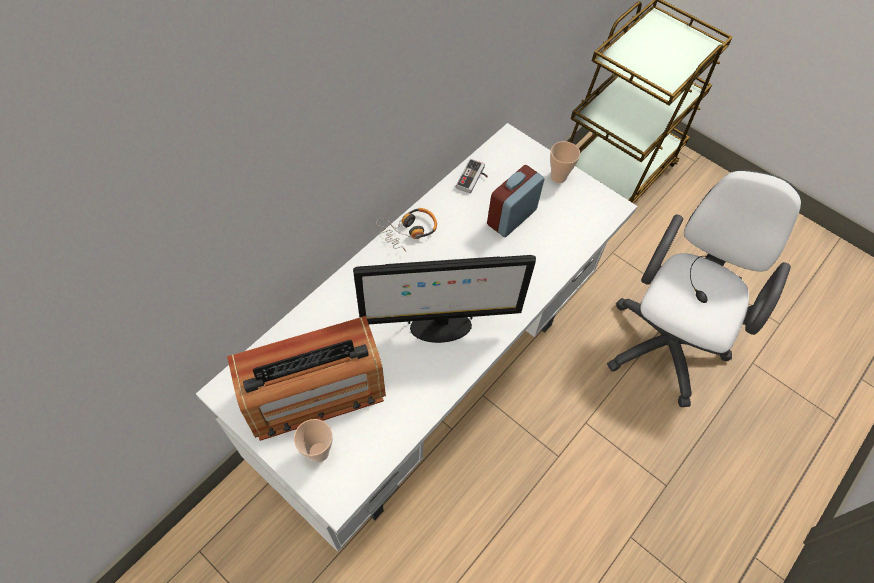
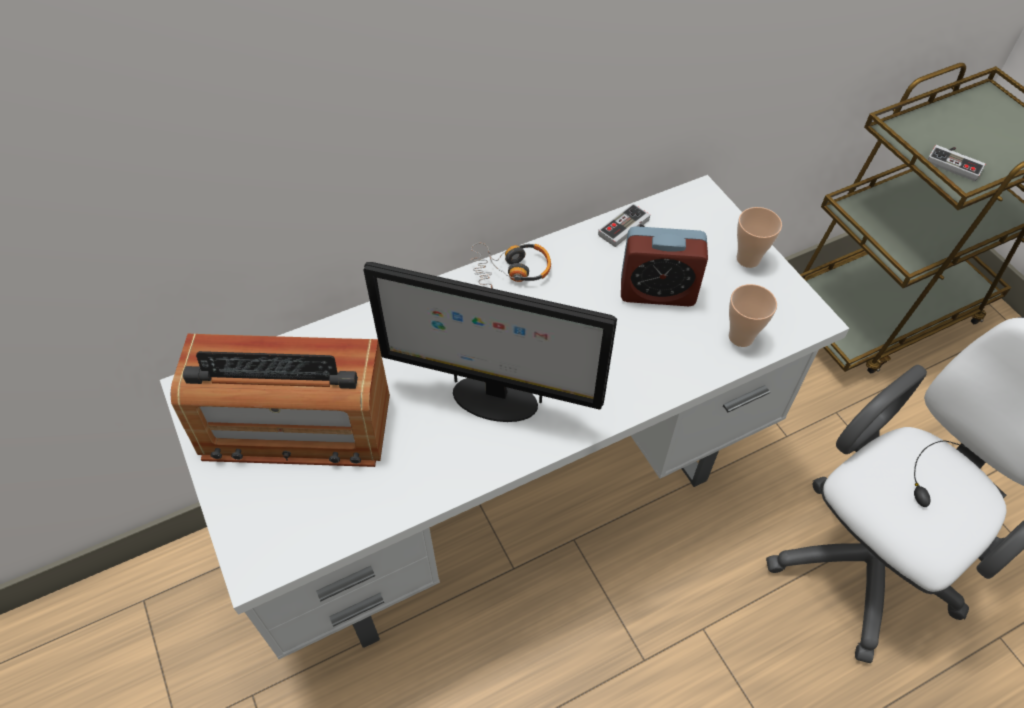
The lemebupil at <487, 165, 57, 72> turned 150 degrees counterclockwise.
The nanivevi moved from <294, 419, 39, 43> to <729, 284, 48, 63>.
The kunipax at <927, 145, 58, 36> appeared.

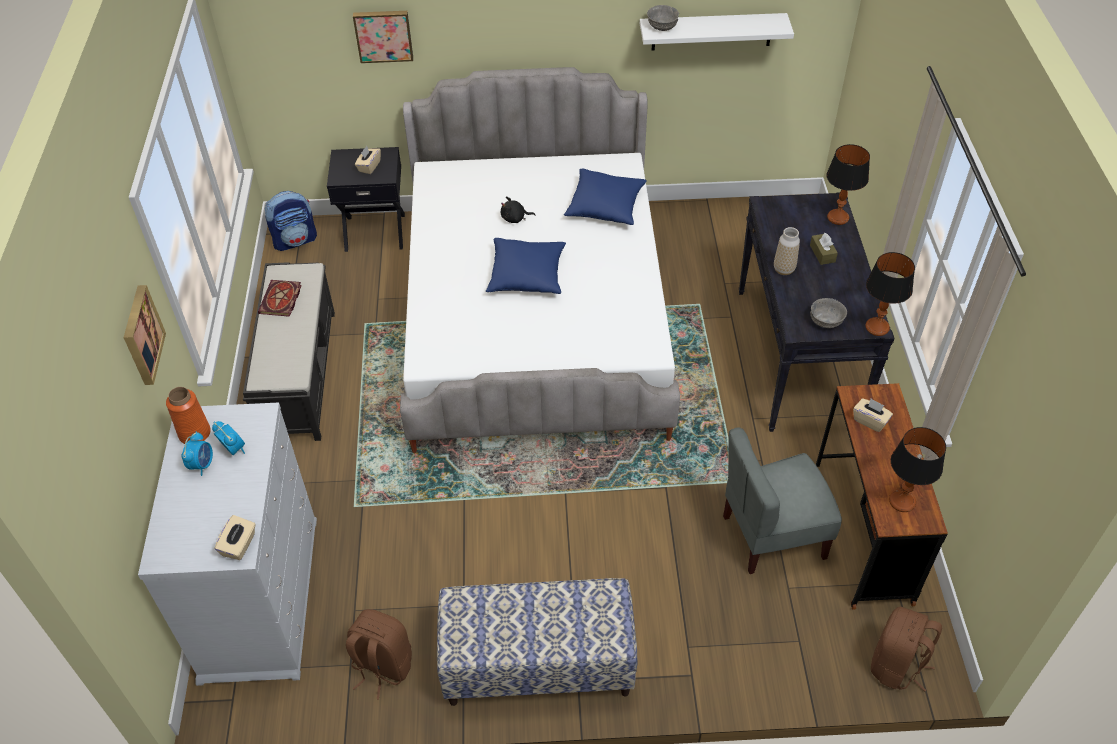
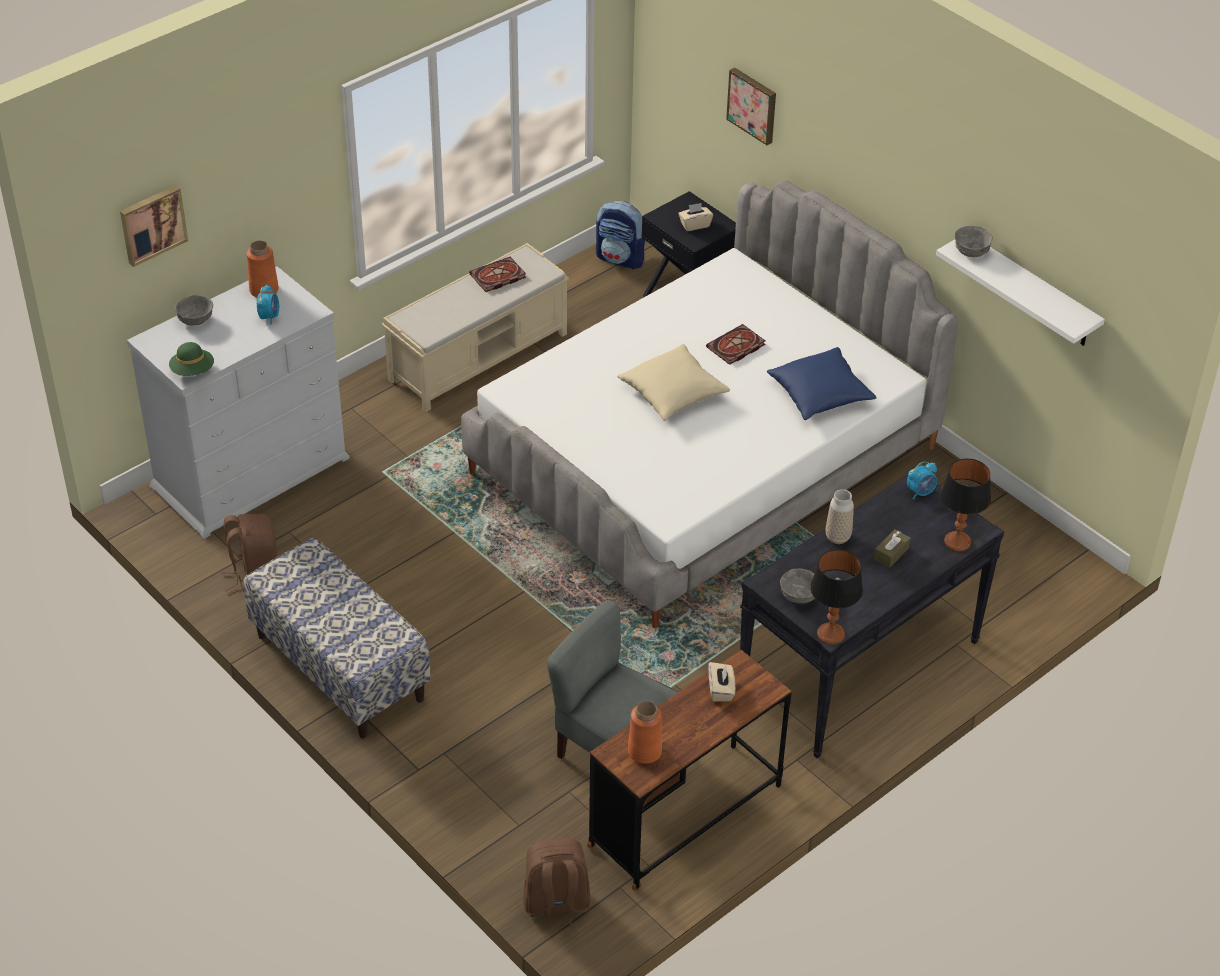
The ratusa moved from <123, 285, 43, 100> to <120, 185, 68, 82>.
The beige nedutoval at <215, 515, 41, 45> was replaced by the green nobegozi at <169, 342, 45, 34>.
The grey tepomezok at <175, 295, 38, 31> appeared.
The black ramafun at <243, 262, 92, 179> became the beige ramafun at <382, 243, 187, 169>.
The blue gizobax at <486, 238, 80, 56> became the beige gizobax at <617, 344, 113, 77>.
The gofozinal at <889, 427, 57, 85> was replaced by the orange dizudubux at <628, 701, 34, 63>.
The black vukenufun at <501, 196, 35, 27> was replaced by the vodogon at <706, 324, 59, 41>.
The lemebupil moved from <181, 431, 32, 45> to <907, 462, 30, 37>.

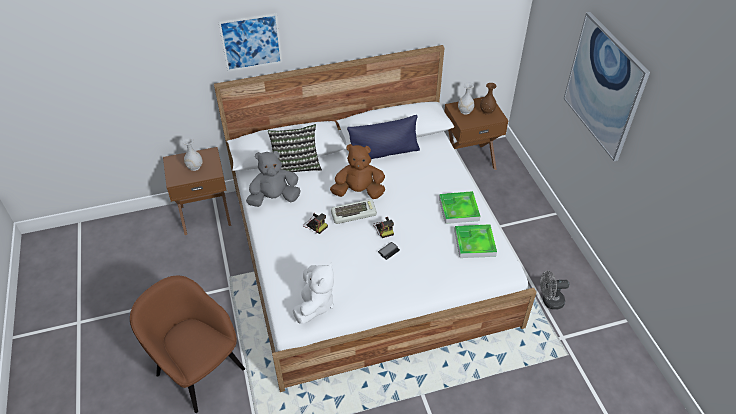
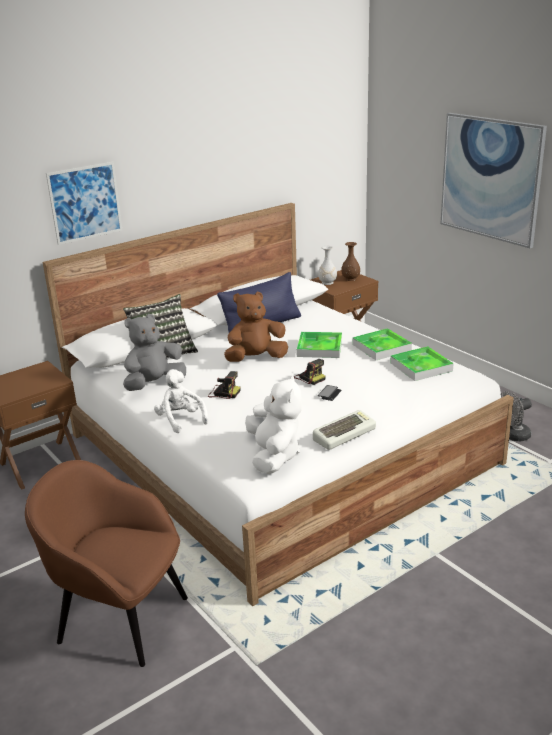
The white vukenufun at <154, 369, 54, 64> appeared.
The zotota at <296, 332, 46, 26> appeared.
The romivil moved from <331, 199, 46, 25> to <313, 410, 63, 40>.
The white dizudubux at <182, 137, 21, 34> disappeared.

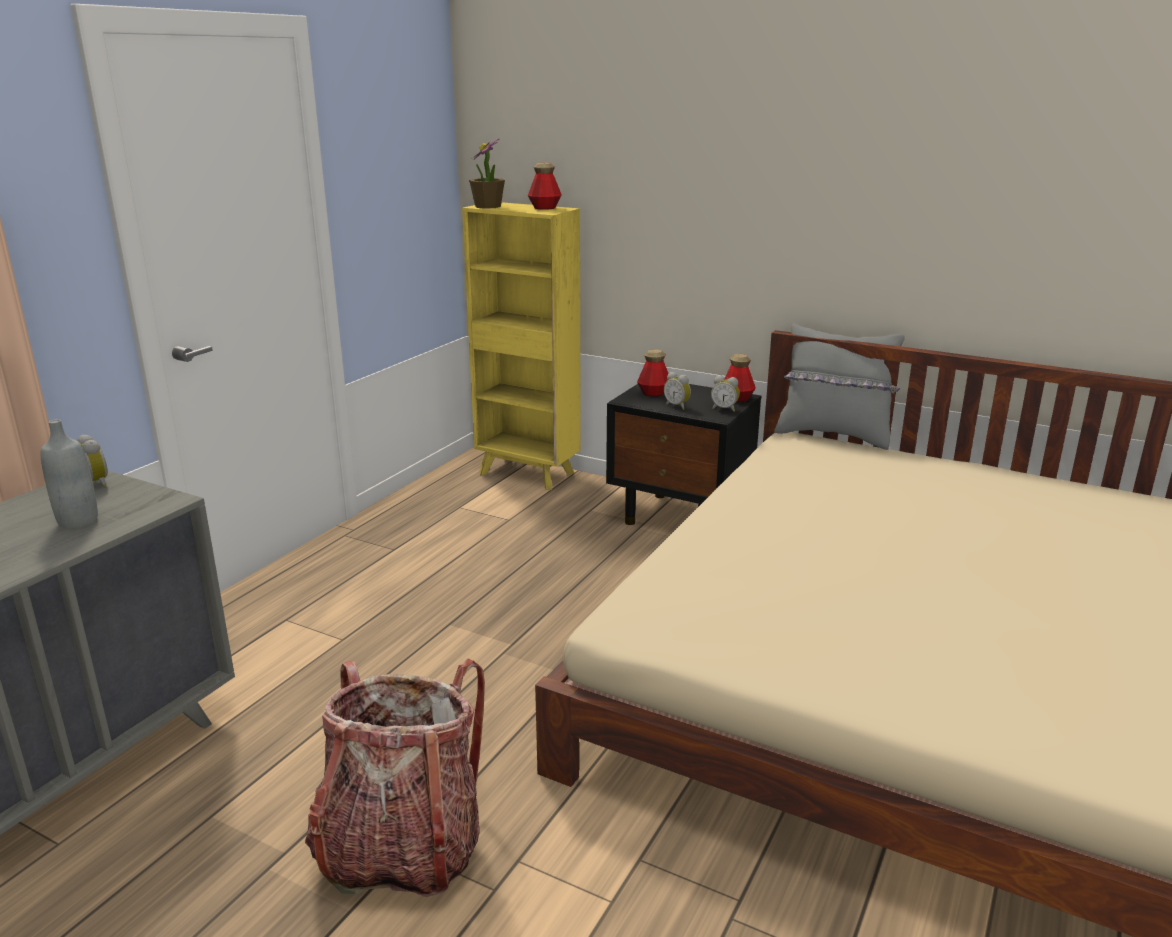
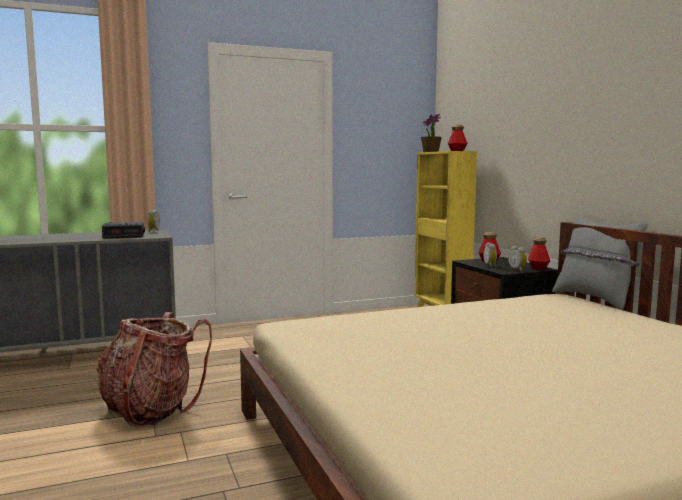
The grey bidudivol at <41, 419, 57, 110> was replaced by the lemebupil at <102, 222, 43, 17>.

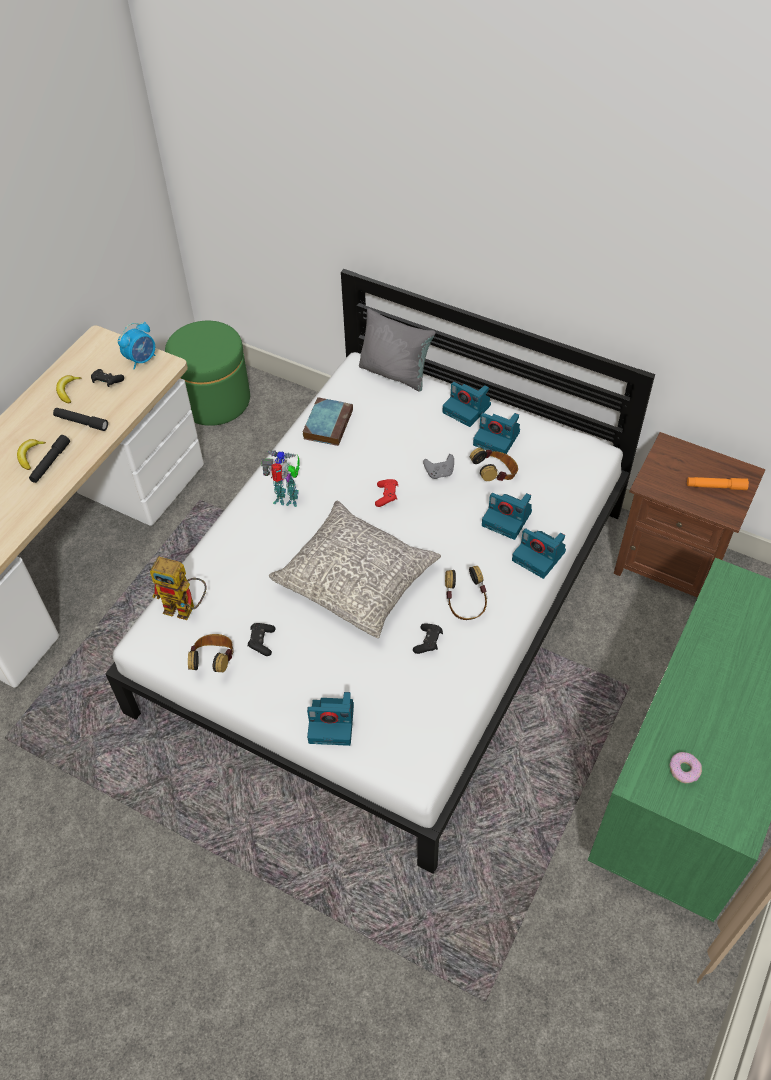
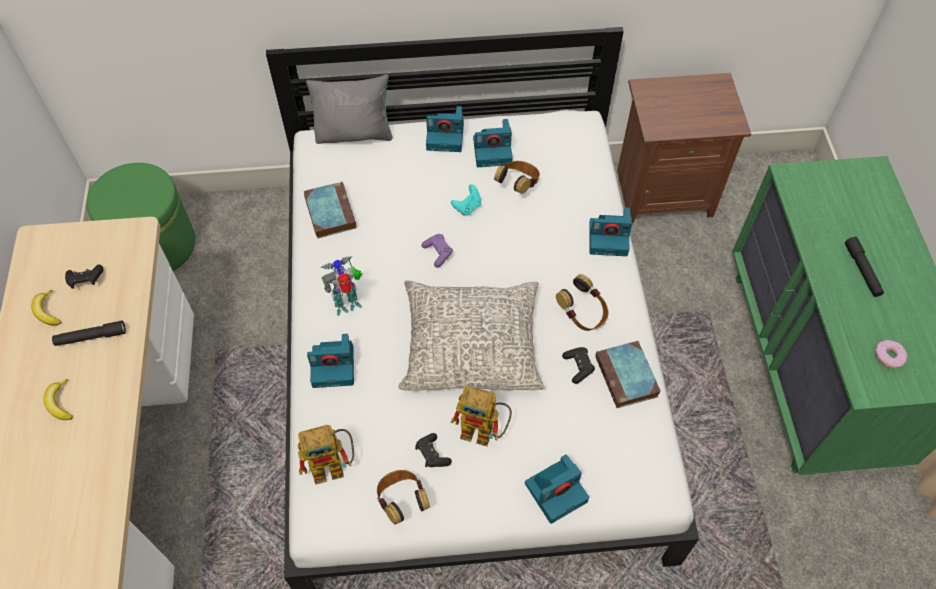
The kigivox moved from <482, 493, 50, 47> to <307, 334, 47, 54>.
The red kunipax at <375, 479, 23, 28> became the purple kunipax at <422, 234, 31, 33>.
The grey kunipax at <423, 454, 31, 25> became the turquoise kunipax at <451, 184, 30, 32>.
The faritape at <451, 386, 61, 60> appeared.
The vodogon at <595, 341, 66, 67> appeared.
The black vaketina moved from <29, 435, 41, 48> to <845, 237, 39, 60>.
The lemebupil at <118, 322, 38, 48> disappeared.
The orange vaketina at <687, 477, 62, 13> disappeared.

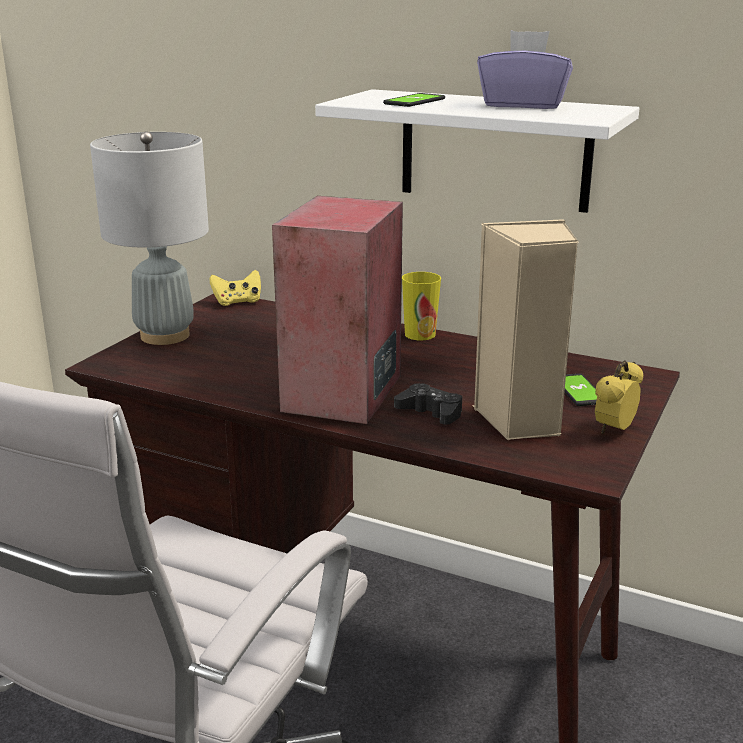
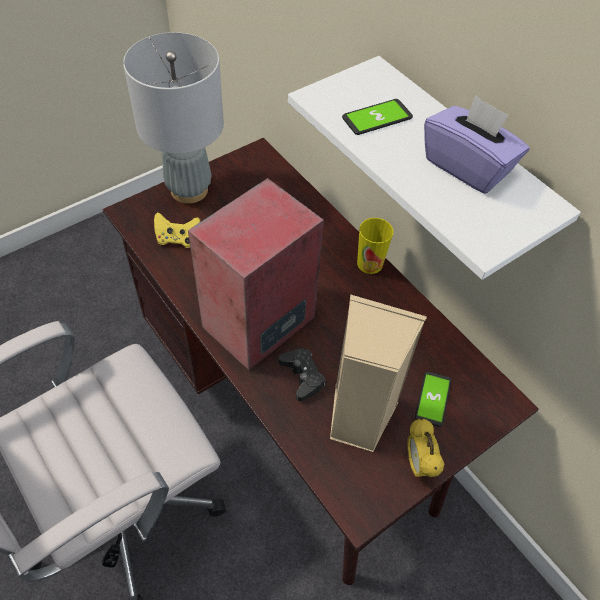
The yellow kunipax moved from <210, 270, 51, 36> to <154, 212, 46, 36>.
The lemebupil at <595, 361, 48, 73> turned 75 degrees counterclockwise.

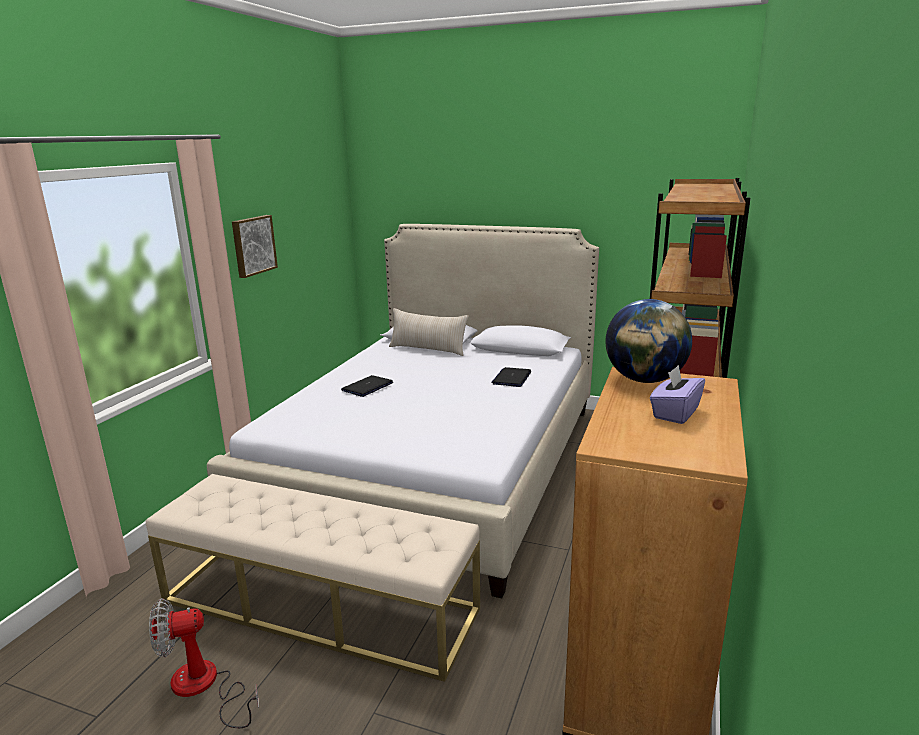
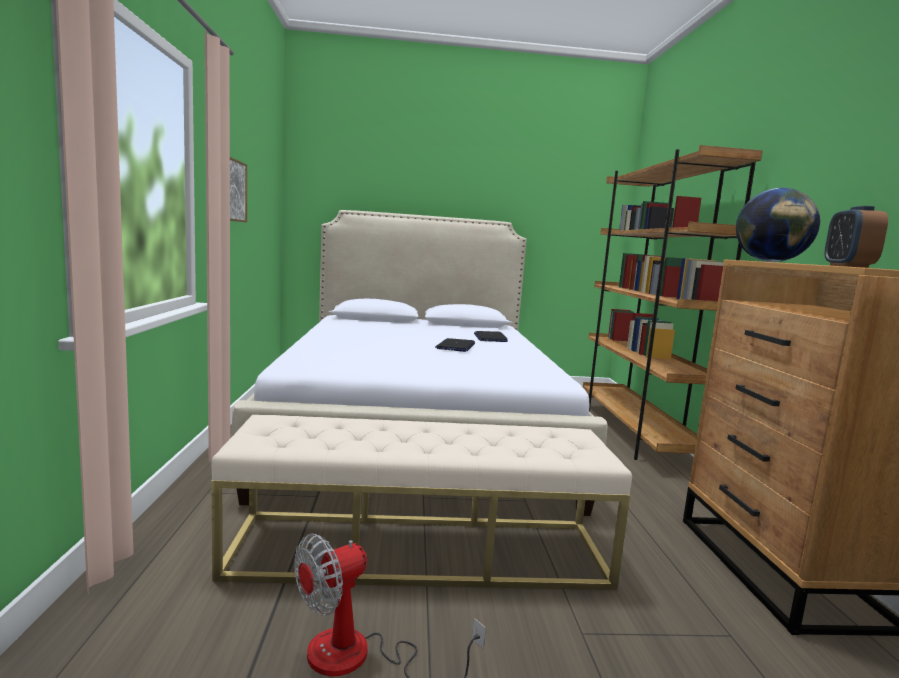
The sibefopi moved from <341, 375, 52, 22> to <435, 338, 40, 14>.
The purple nedutoval at <650, 365, 55, 59> was replaced by the lemebupil at <825, 206, 63, 62>.
The beige gizobax at <389, 308, 80, 48> disappeared.

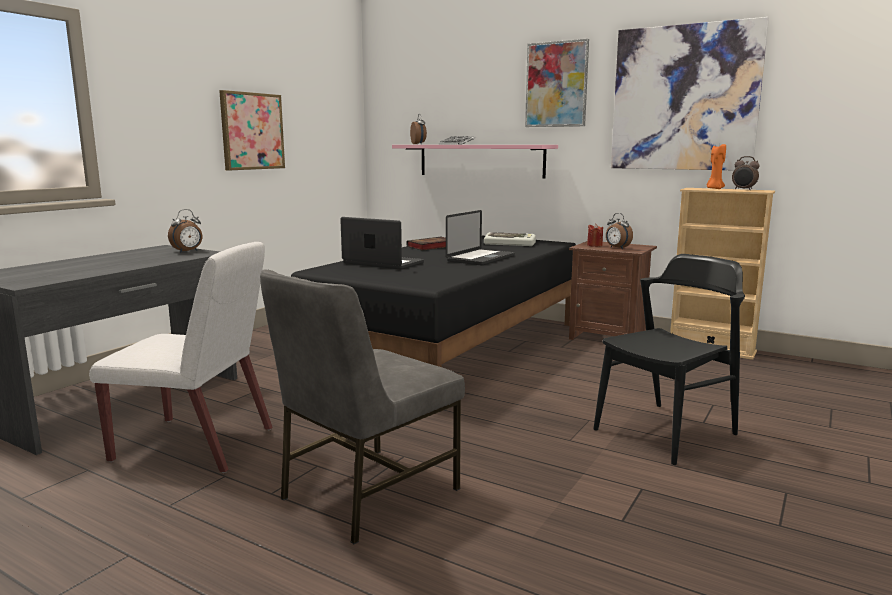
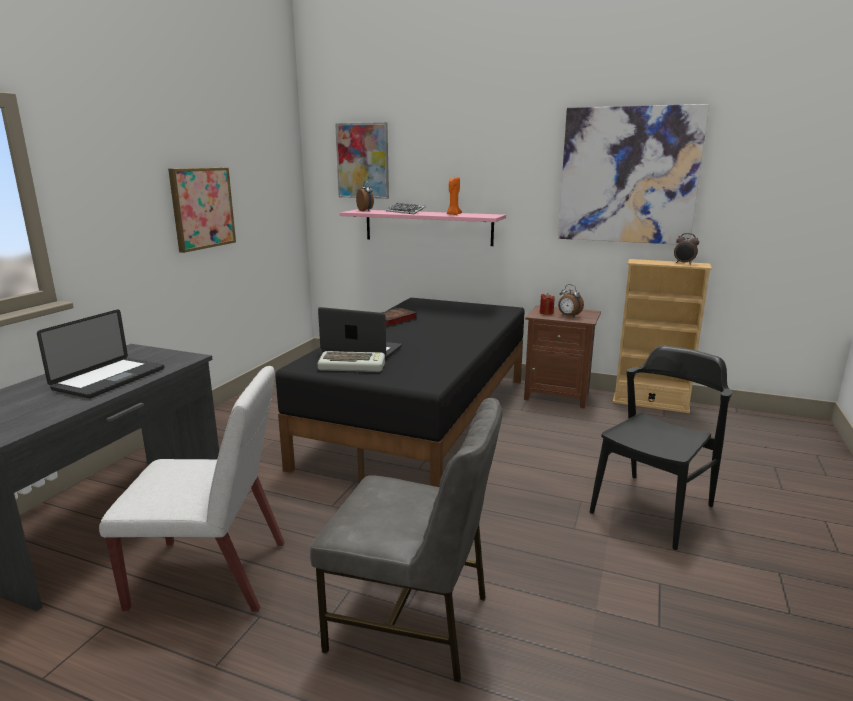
The sibefopi moved from <446, 210, 69, 55> to <37, 309, 127, 89>.
The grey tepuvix at <260, 269, 205, 275> turned 105 degrees counterclockwise.
The romivil moved from <484, 232, 52, 14> to <318, 351, 67, 21>.
The ratusa moved from <525, 39, 64, 88> to <335, 122, 54, 77>.
The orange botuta moved from <707, 144, 19, 45> to <447, 177, 15, 38>.
The lemebupil at <168, 209, 34, 44> disappeared.

